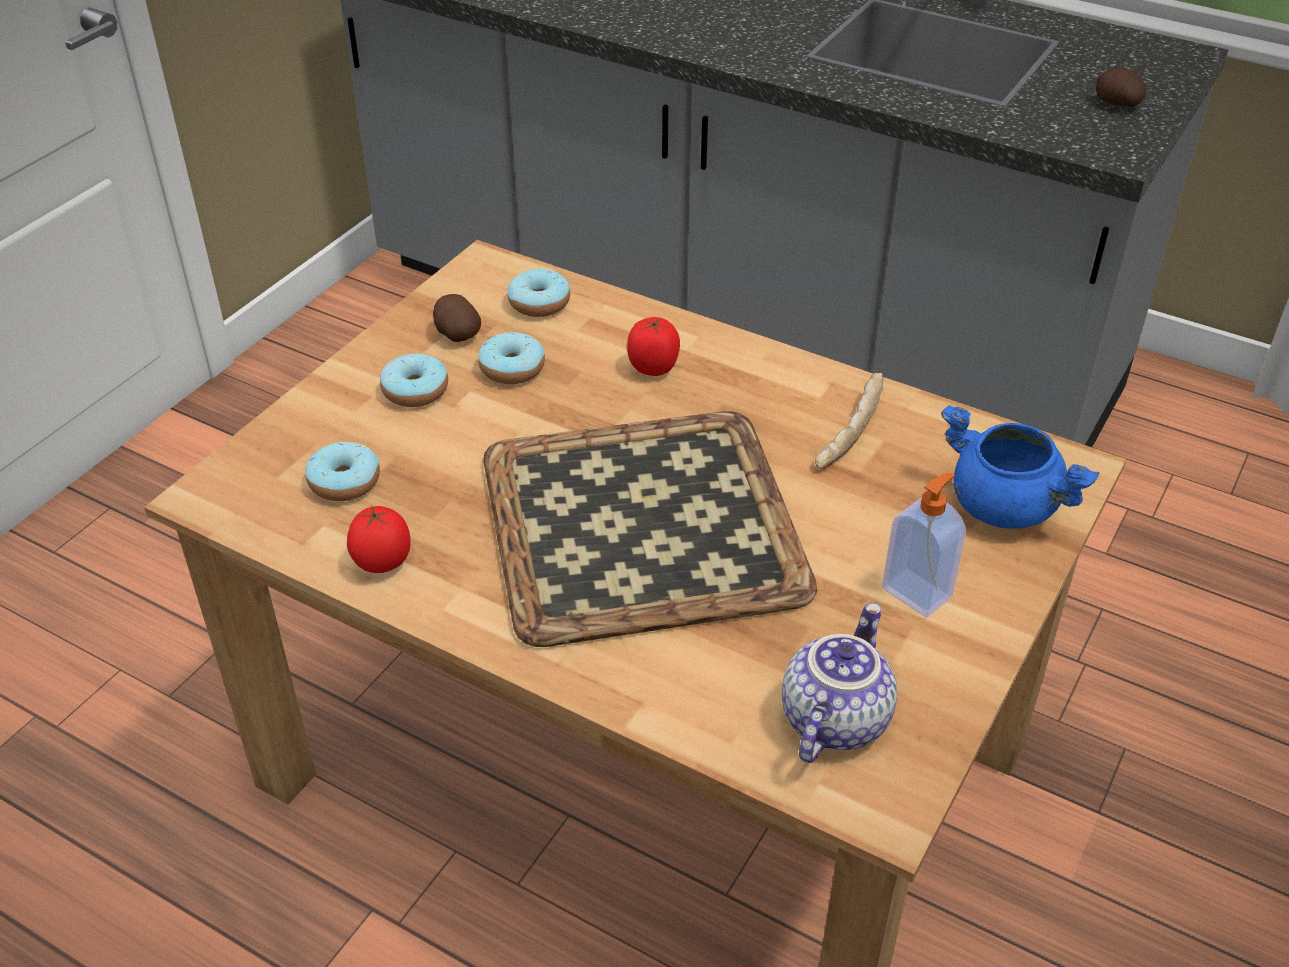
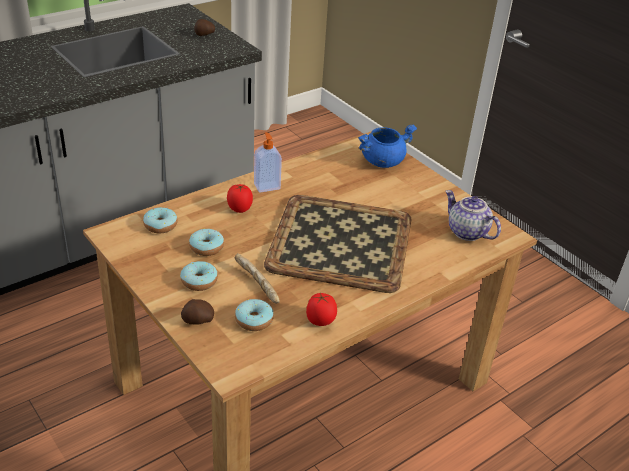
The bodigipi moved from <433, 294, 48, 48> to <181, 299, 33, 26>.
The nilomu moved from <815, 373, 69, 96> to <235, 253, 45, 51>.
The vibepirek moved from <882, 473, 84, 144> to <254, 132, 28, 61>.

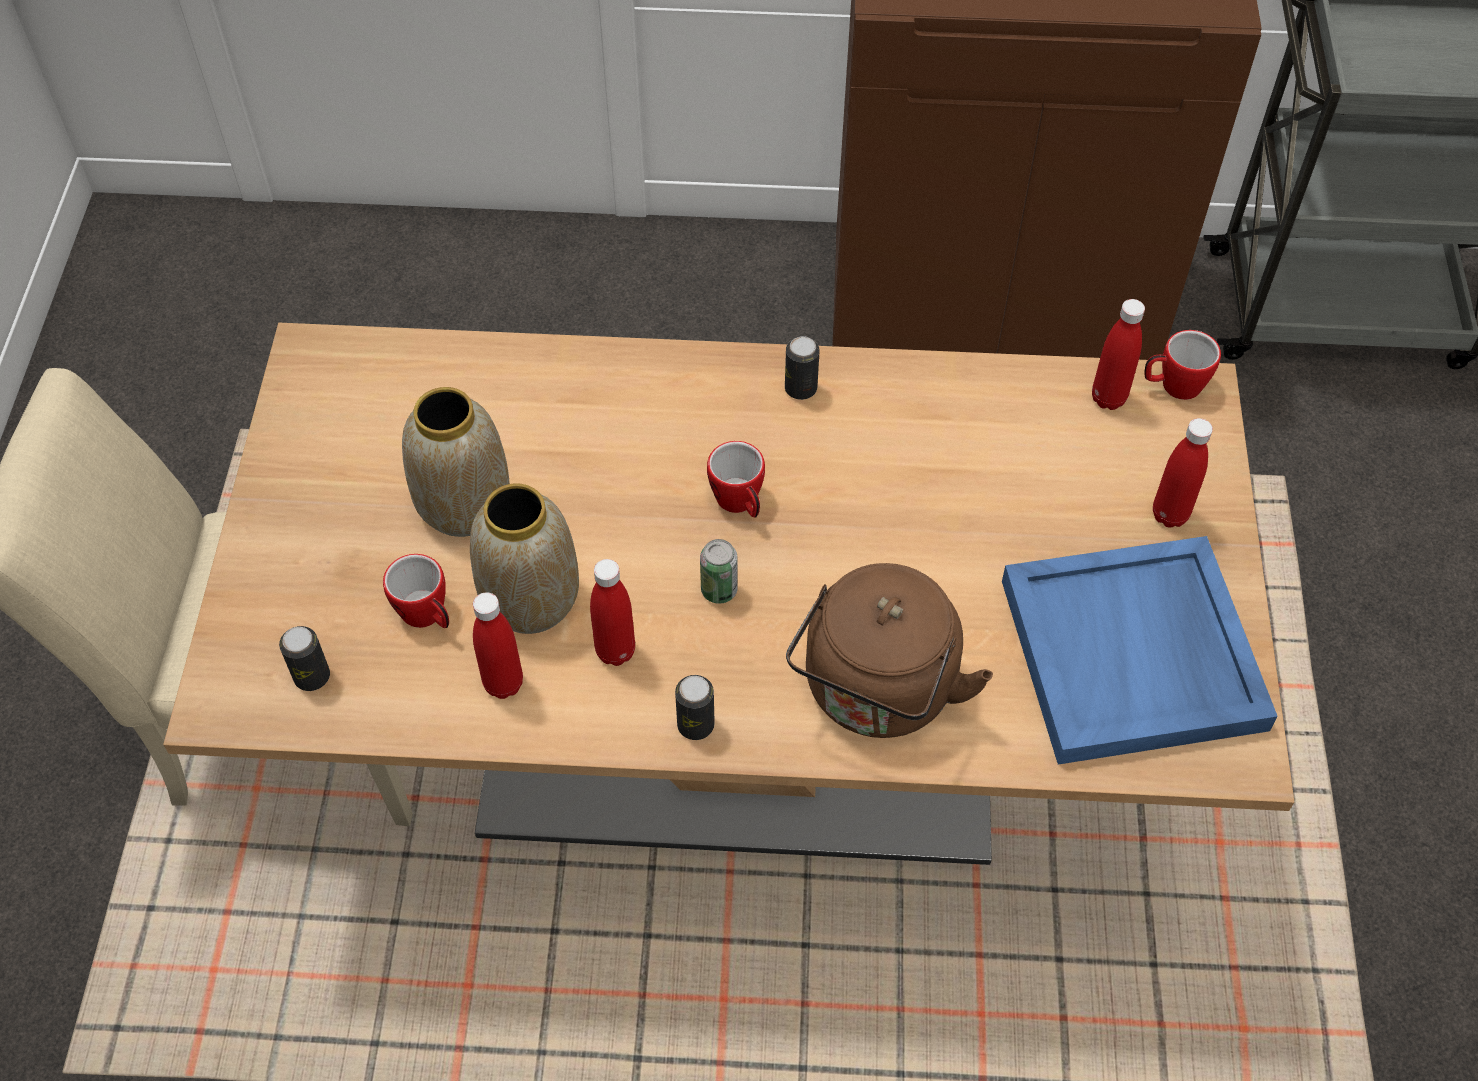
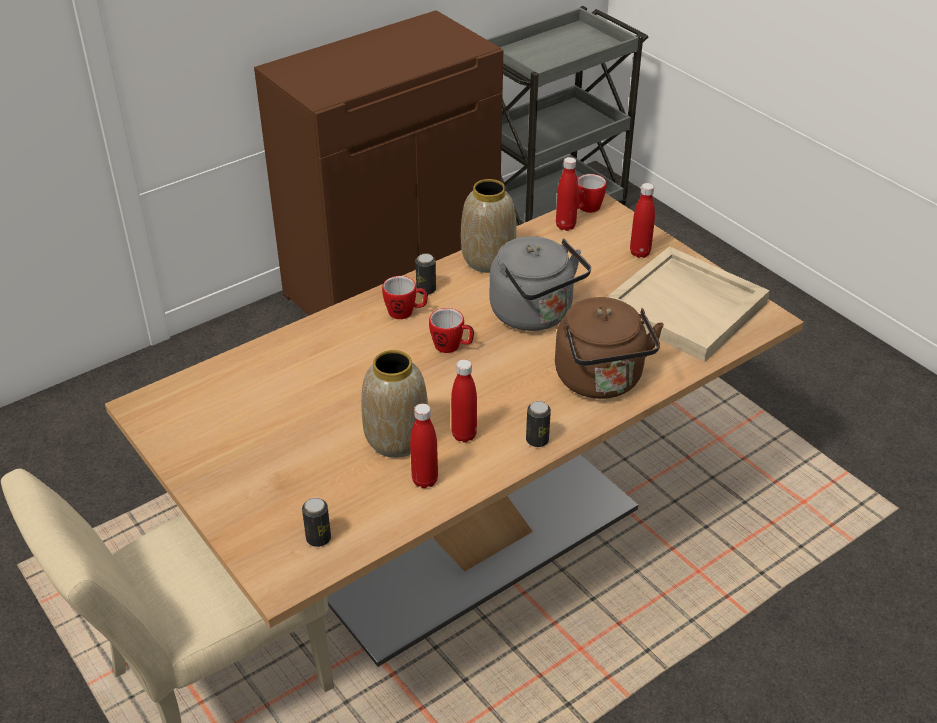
The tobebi moved from <383, 554, 66, 74> to <382, 276, 46, 43>.
The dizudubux moved from <402, 387, 108, 150> to <461, 179, 56, 94>.
The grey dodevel at <490, 236, 101, 95> appeared.
The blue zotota at <1002, 536, 276, 229> became the beige zotota at <607, 246, 163, 116>.
The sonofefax at <700, 539, 38, 65> disappeared.

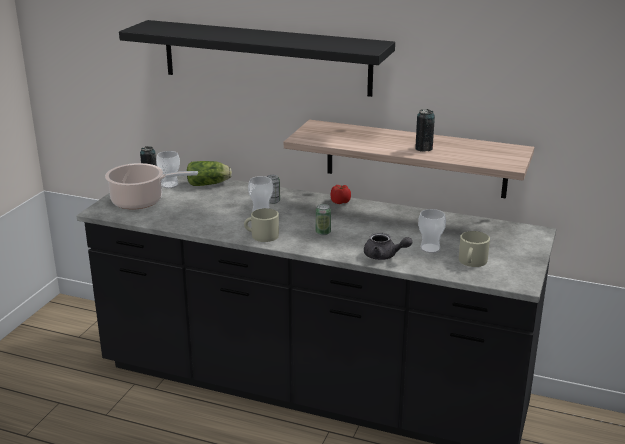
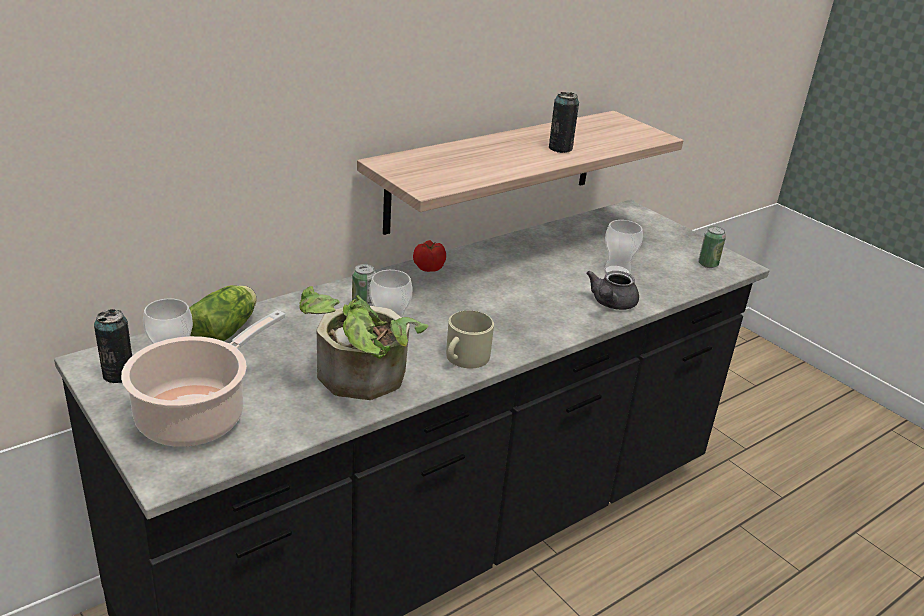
The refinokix at <299, 286, 130, 114> appeared.
The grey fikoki at <364, 233, 48, 27> turned 150 degrees clockwise.
The sonofefax moved from <316, 204, 15, 31> to <698, 226, 28, 42>.
The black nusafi at <119, 20, 276, 77> disappeared.
The beige tobebi at <459, 231, 31, 36> disappeared.

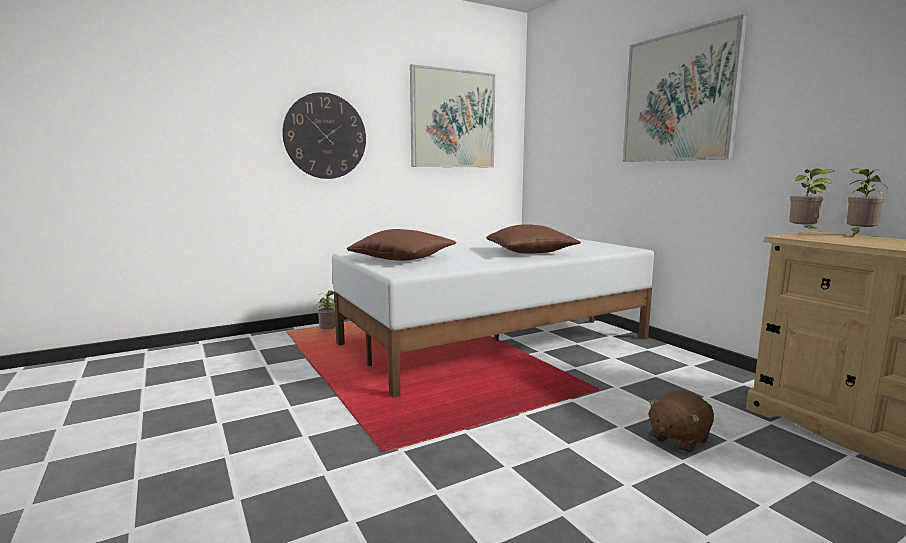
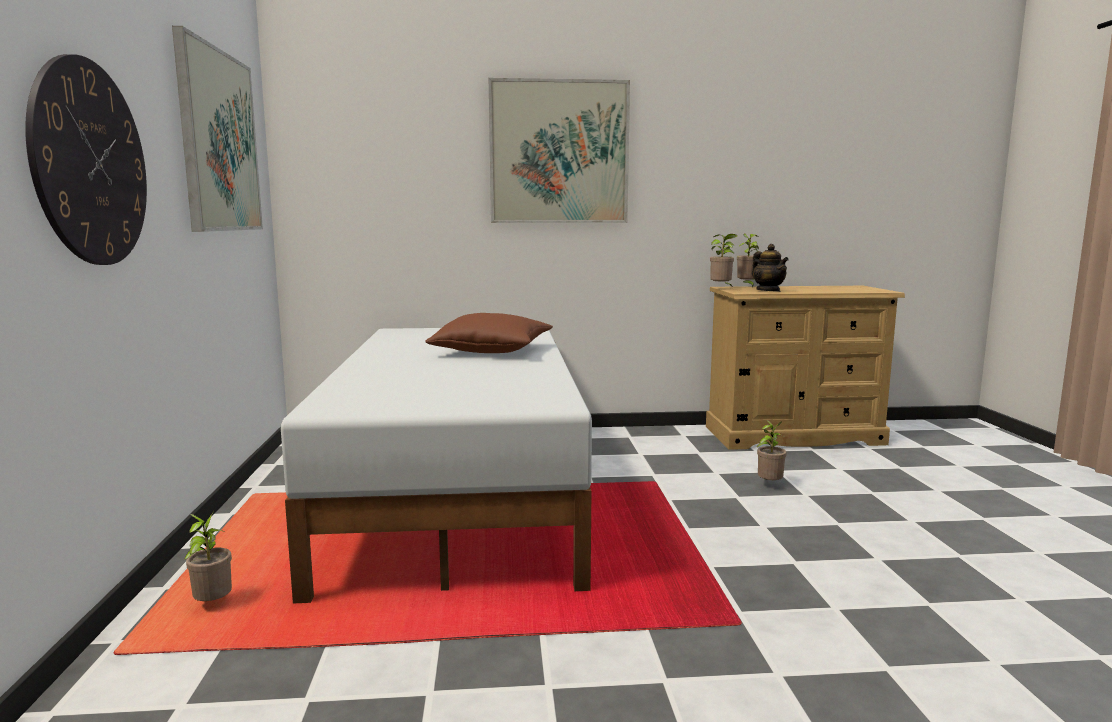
The fikoki at <752, 244, 37, 48> appeared.
The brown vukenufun at <648, 391, 66, 62> was replaced by the refinokix at <757, 420, 30, 60>.
The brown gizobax at <347, 229, 110, 32> disappeared.

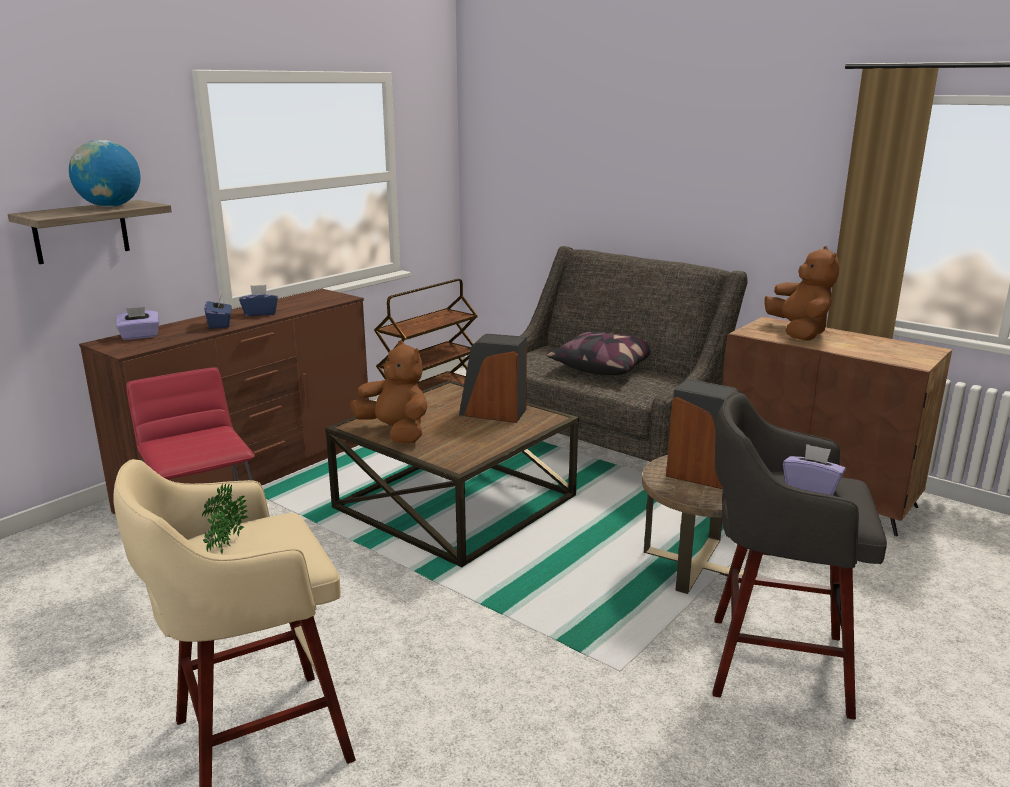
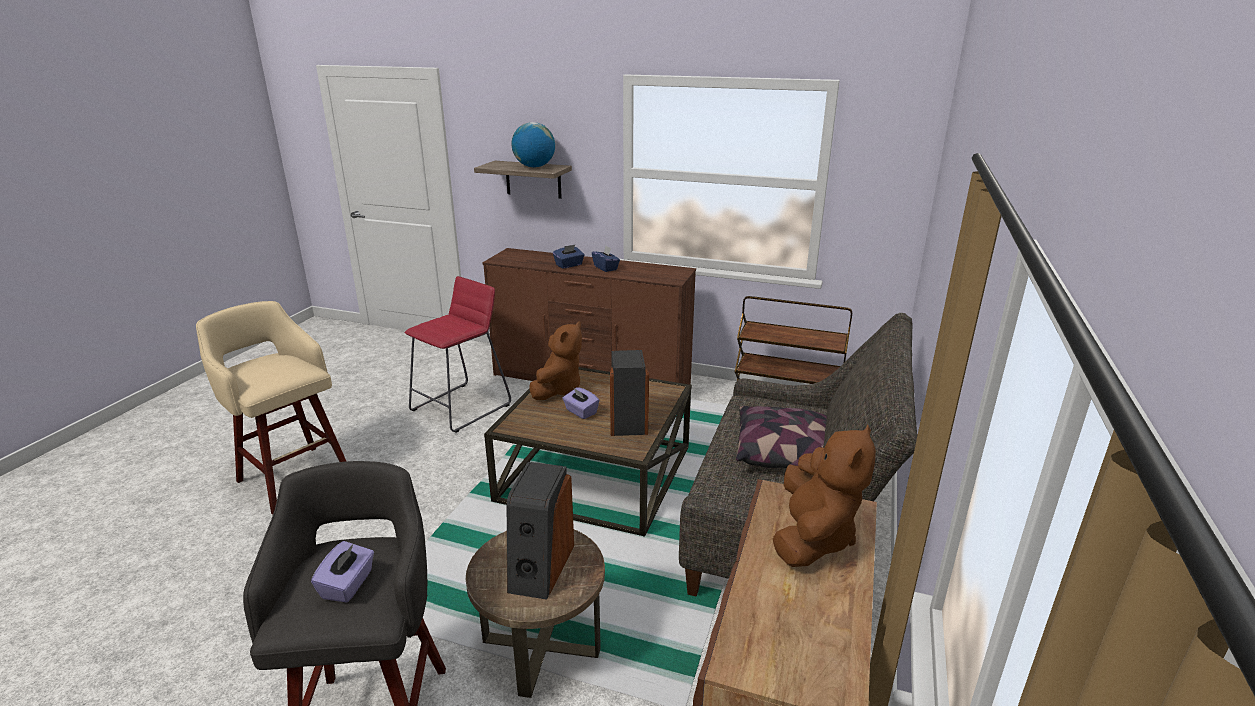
The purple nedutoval moved from <115, 307, 44, 33> to <562, 387, 37, 32>.
The brown vukenufun at <764, 246, 75, 95> turned 45 degrees counterclockwise.
The refinokix at <202, 484, 46, 70> disappeared.

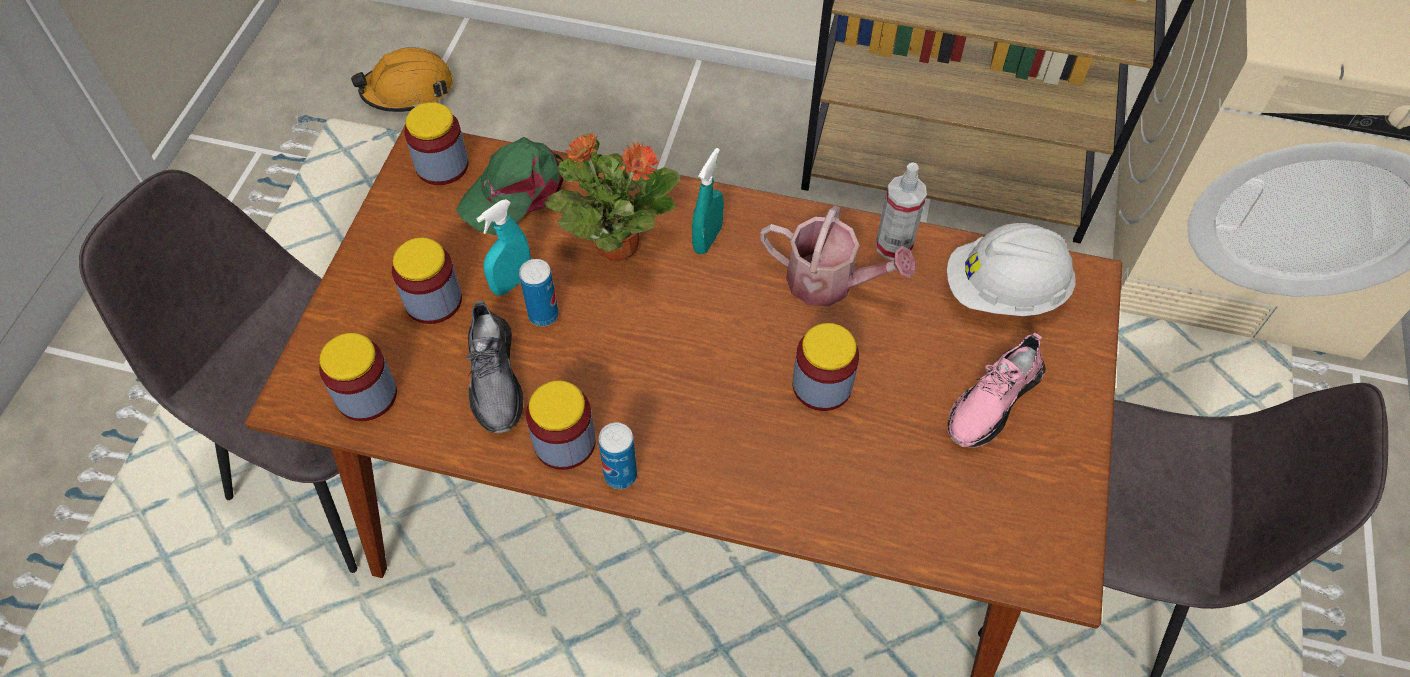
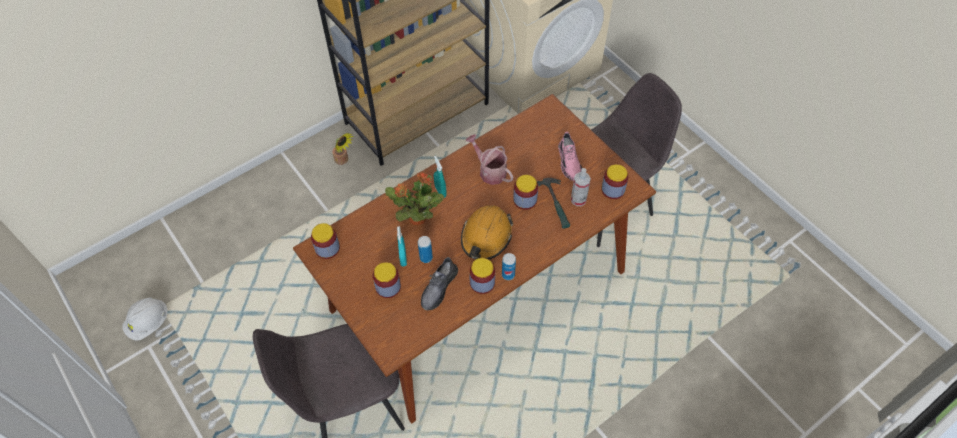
The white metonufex moved from <947, 223, 129, 93> to <122, 298, 46, 42>.
The refinokix at <332, 133, 22, 32> appeared.
The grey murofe at <467, 300, 56, 133> turned 90 degrees clockwise.
The orange metonufex moved from <351, 47, 102, 65> to <461, 206, 53, 53>.
The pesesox at <760, 206, 156, 101> turned 105 degrees counterclockwise.
The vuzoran at <537, 178, 33, 50> appeared.
The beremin moved from <876, 162, 51, 99> to <571, 168, 20, 38>.
The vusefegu moved from <319, 333, 78, 88> to <601, 164, 27, 35>.
The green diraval at <456, 137, 107, 98> disappeared.

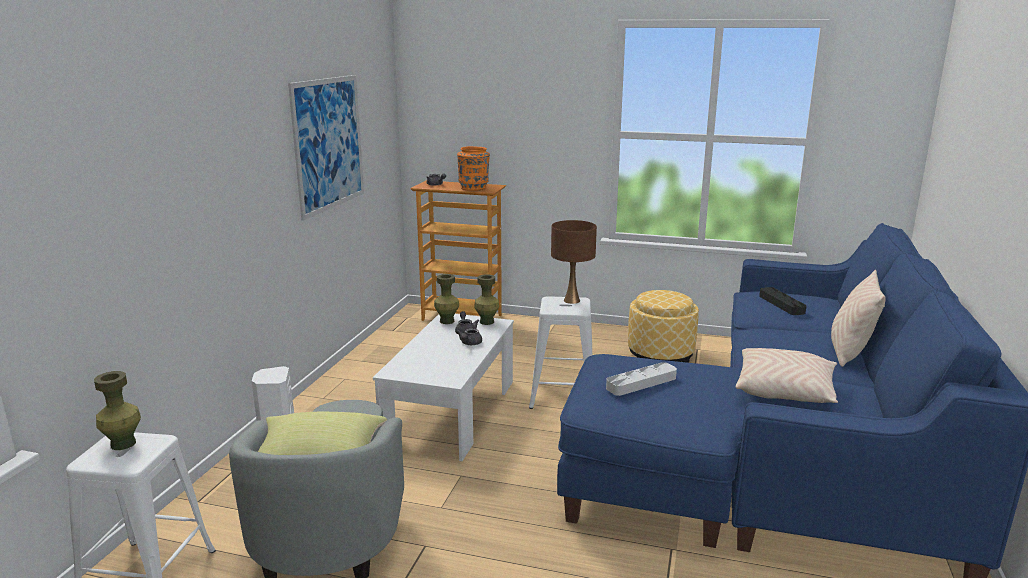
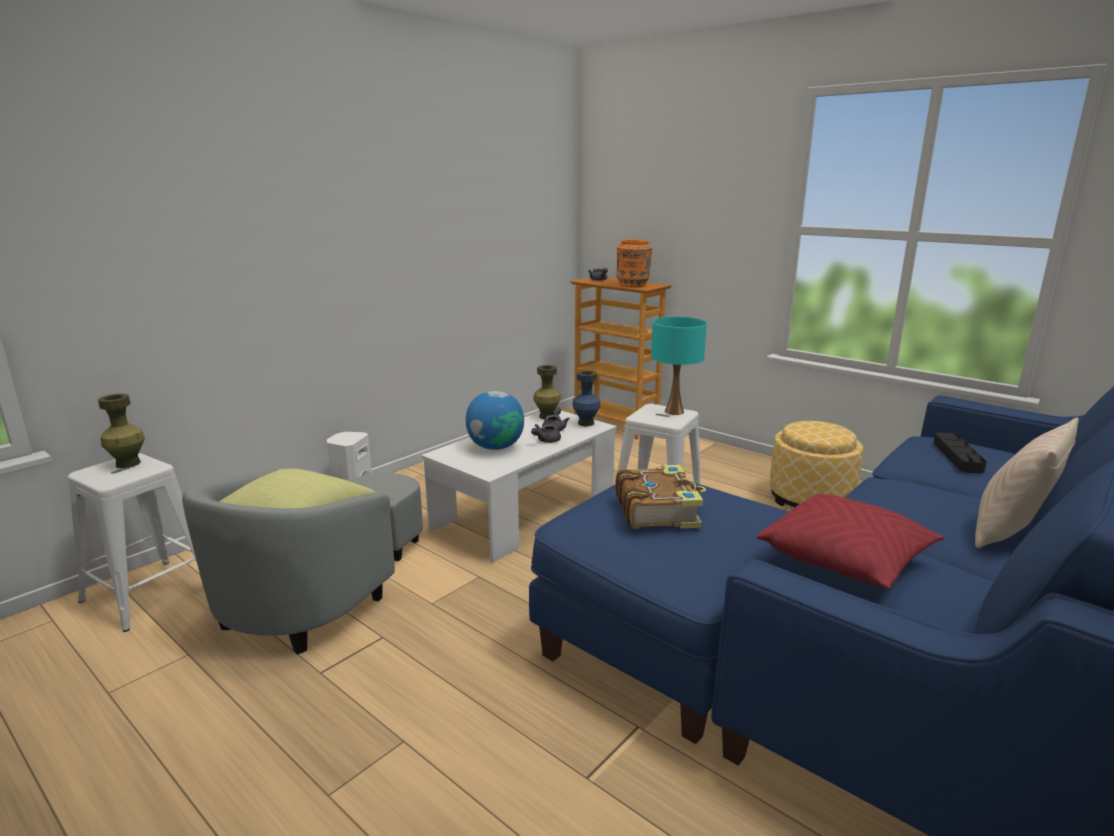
The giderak at <466, 391, 58, 59> appeared.
The green dizudubux at <474, 274, 25, 51> became the blue dizudubux at <573, 370, 28, 56>.
The grey zotota at <606, 362, 71, 34> was replaced by the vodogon at <615, 465, 91, 64>.
The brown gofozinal at <551, 220, 46, 84> became the turquoise gofozinal at <651, 317, 56, 98>.
The beige gizobax at <736, 348, 102, 55> became the red gizobax at <756, 493, 189, 96>.
The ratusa at <288, 75, 76, 146> disappeared.

